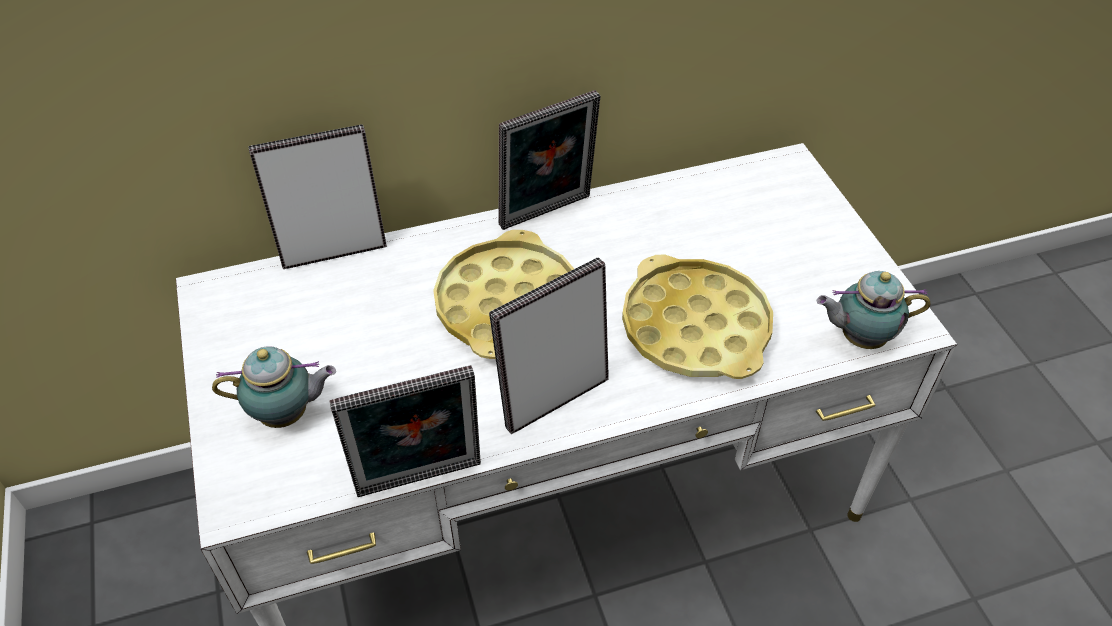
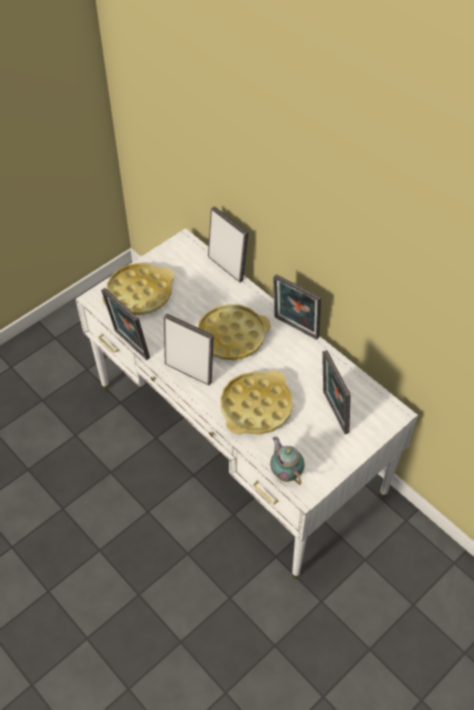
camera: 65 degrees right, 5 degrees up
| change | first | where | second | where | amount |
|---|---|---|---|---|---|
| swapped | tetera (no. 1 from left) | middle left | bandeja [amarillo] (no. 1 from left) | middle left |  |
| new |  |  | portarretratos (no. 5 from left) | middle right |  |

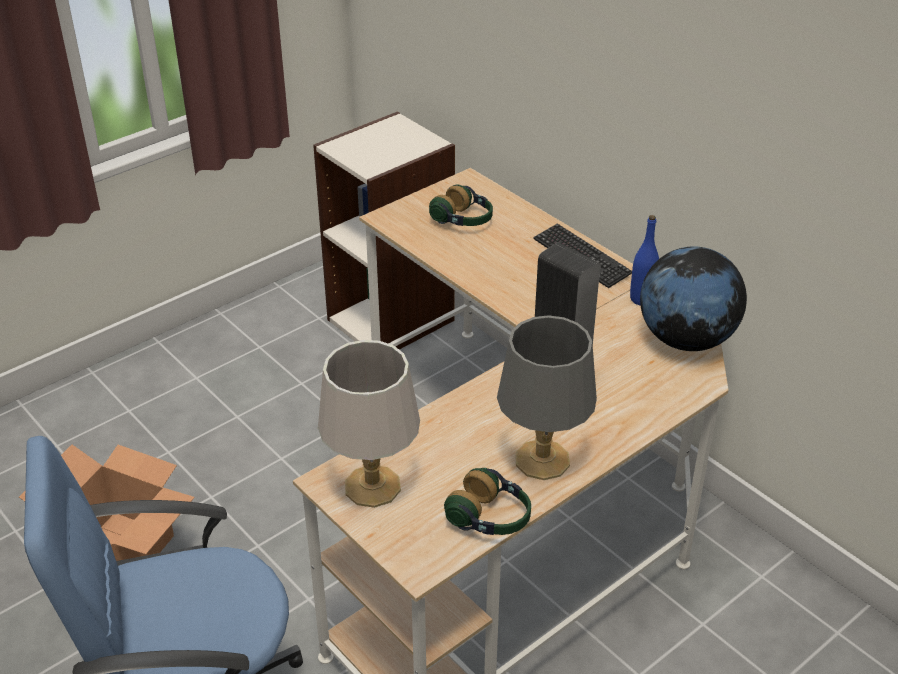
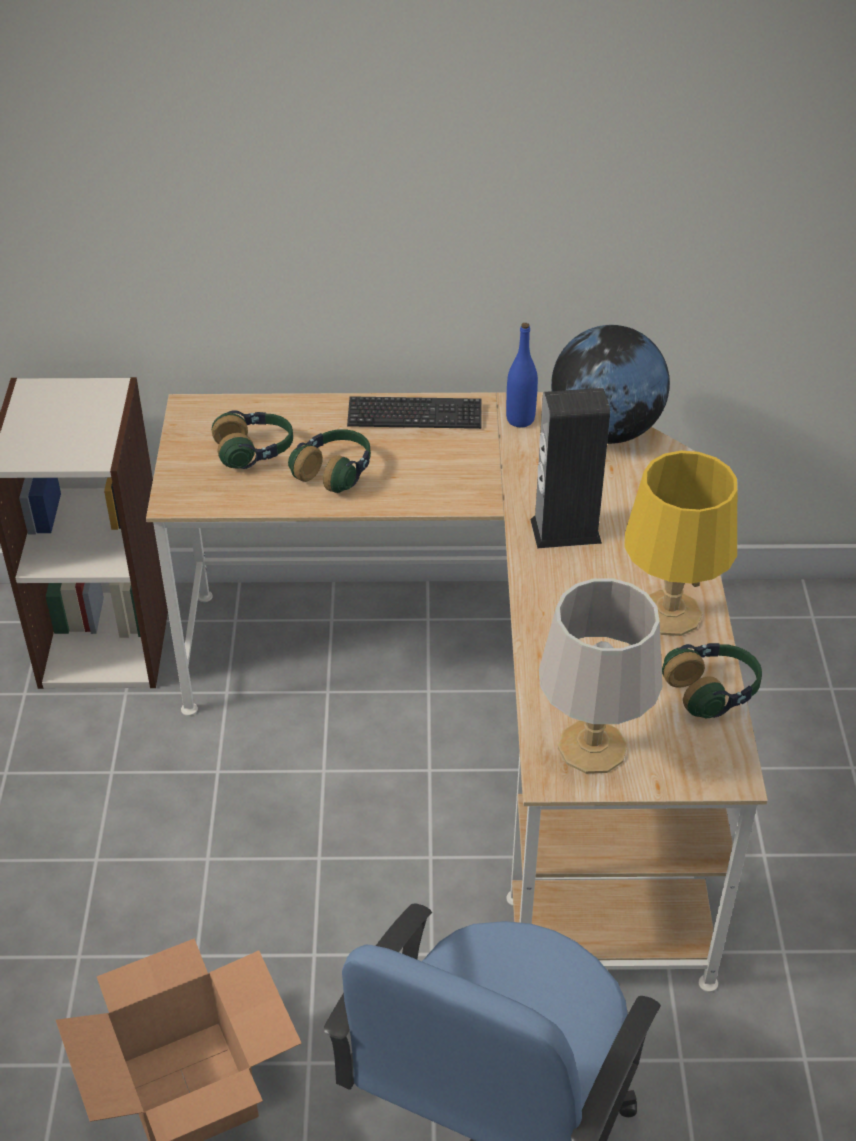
camera: 50 degrees left, 5 degrees up
| change | first | where | second | where | amount |
|---|---|---|---|---|---|
| repainted | lámpara de mesa [gris] (no. 2 from left) | centre | lámpara de mesa [amarillo] | middle right |  |
| new |  |  | auriculares (no. 2 from left) | centre |  |

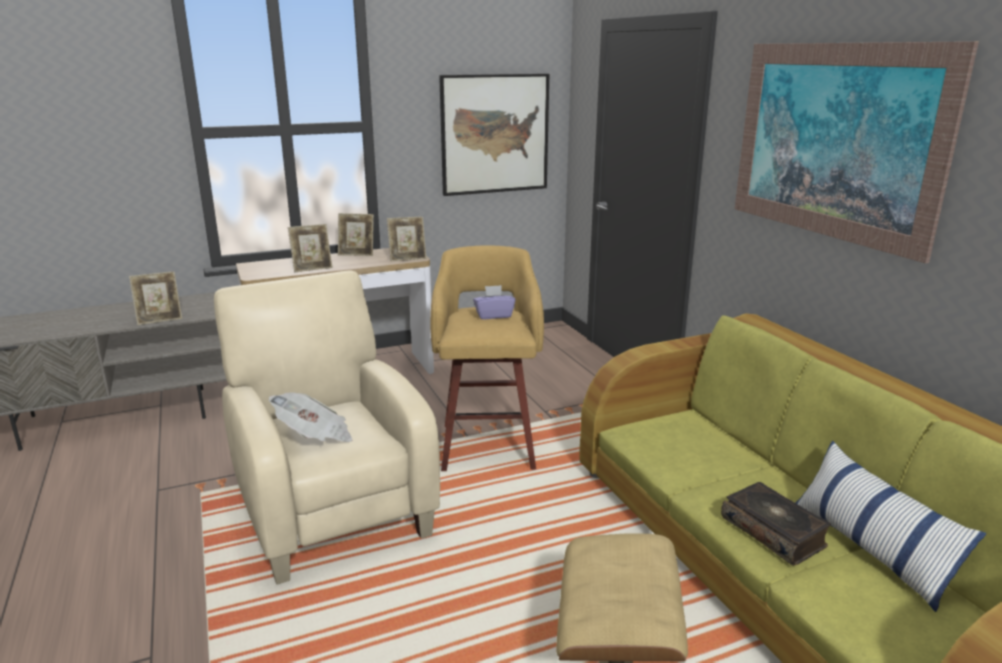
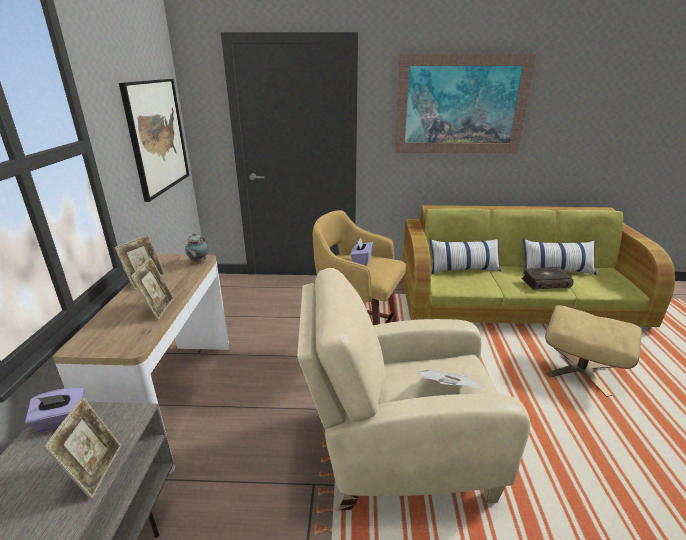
camera: 65 degrees left, 5 degrees up
| change | first | where | second | where | amount |
|---|---|---|---|---|---|
| swapped | portarretratos (no. 4 from left) | centre | tetera | middle left |  |
| new |  |  | caja de pañuelos [morado] (no. 1 from left) | bottom left |  |
| new |  |  | cojín (no. 1 from left) | middle right |  |

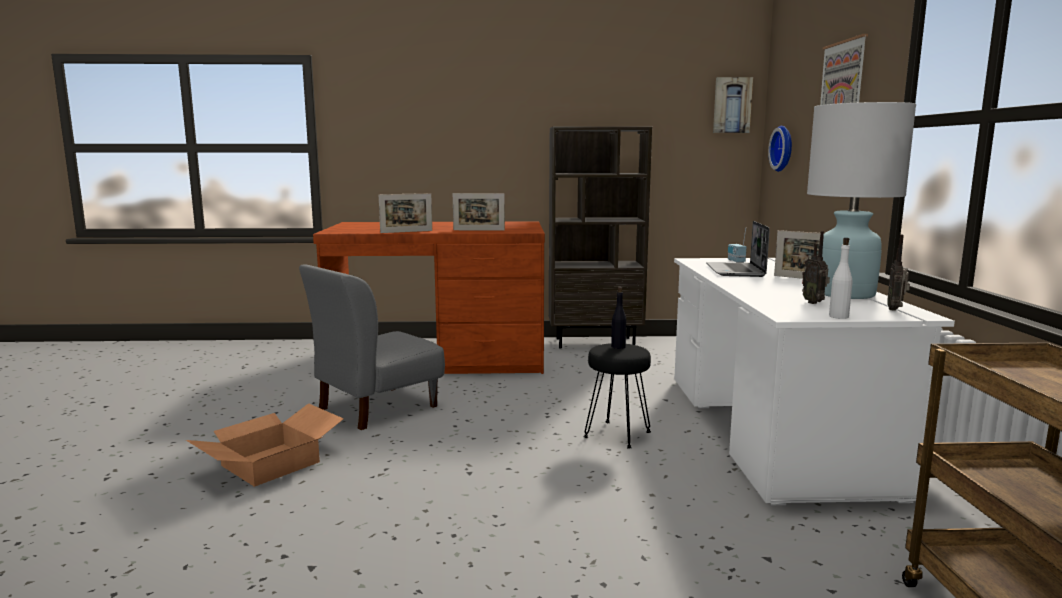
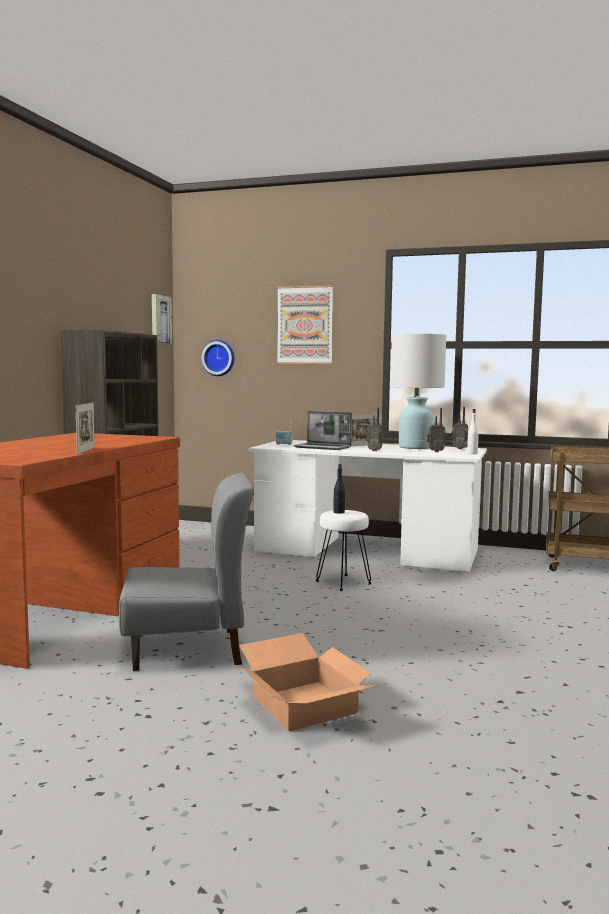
camera: 70 degrees left, 5 degrees down
| change | first | where | second | where | amount |
|---|---|---|---|---|---|
| rotated | silla [gris] | centre |  | middle left | 75 degrees counterclockwise |
| gone | portarretratos (no. 2 from left) | centre |  |  |  |
| repainted | taburete [negro] | centre | taburete [blanco] | centre |  |
| new |  |  | radio (no. 2 from left) | centre |  |

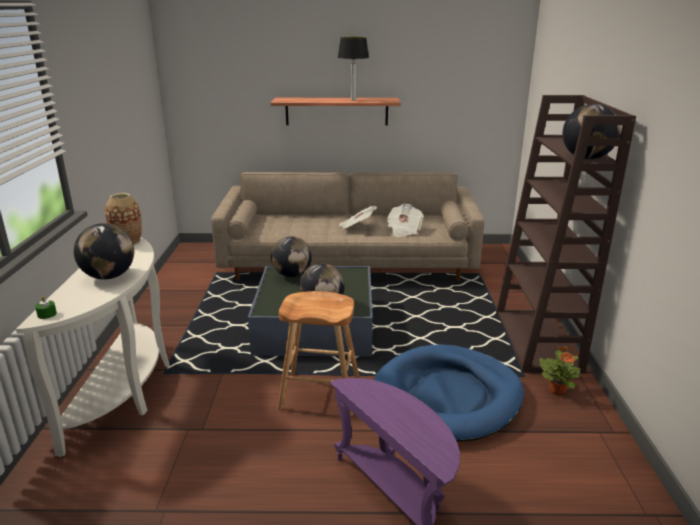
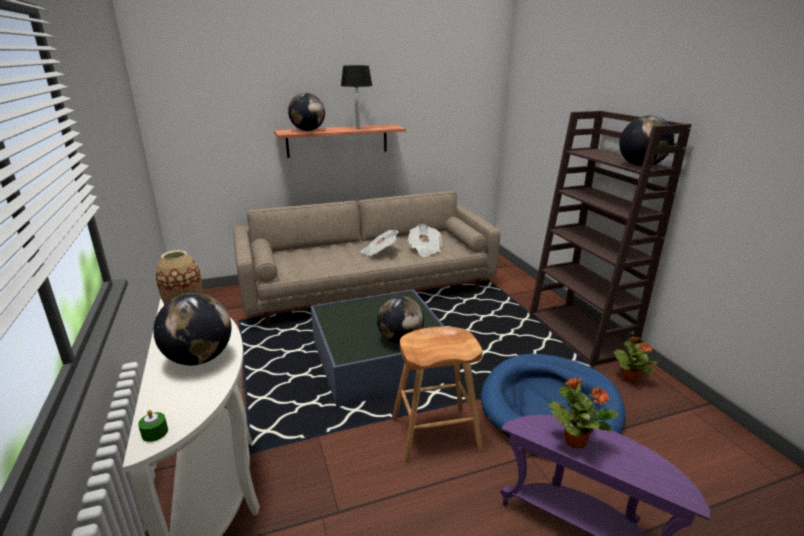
camera: 20 degrees left, 0 degrees up
| change | first | where | second | where | amount |
|---|---|---|---|---|---|
| shifted | globo terráqueo (no. 2 from left) | centre |  | top centre |  |
| new |  |  | planta en maceta (no. 1 from left) | bottom right |  |

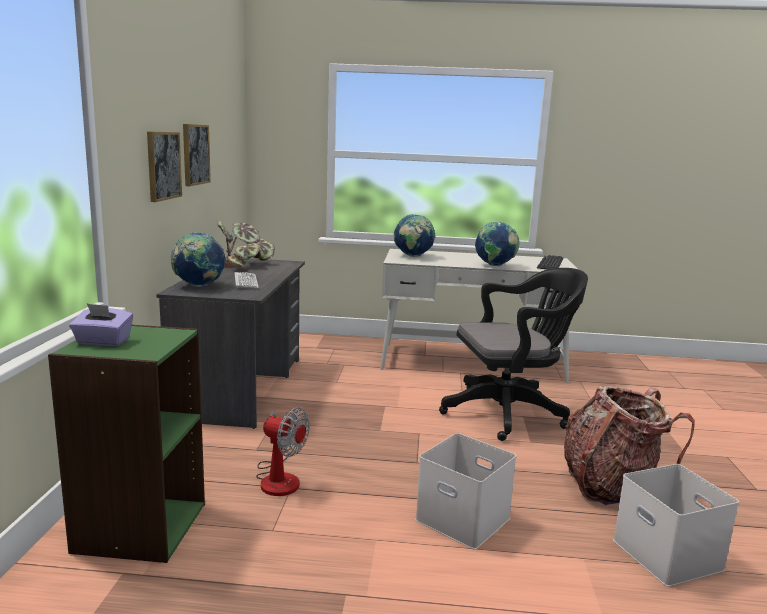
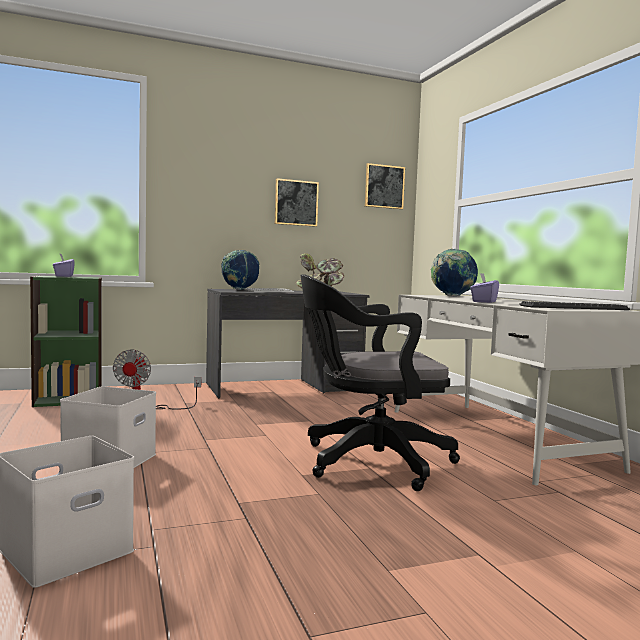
camera: 65 degrees right, 10 degrees down
| change | first | where | second | where | amount |
|---|---|---|---|---|---|
| shifted | cuadro (no. 1 from left in the first image) | top left | cuadro (no. 2 from left) | top centre |  |
| rotated | silla de oficina [negro] | middle right |  | centre | 120 degrees clockwise |
| swapped | globo terráqueo (no. 3 from left) | centre | caja de pañuelos [morado] (no. 2 from left) | middle right |  |
| gone | mochila | bottom right |  |  |  |

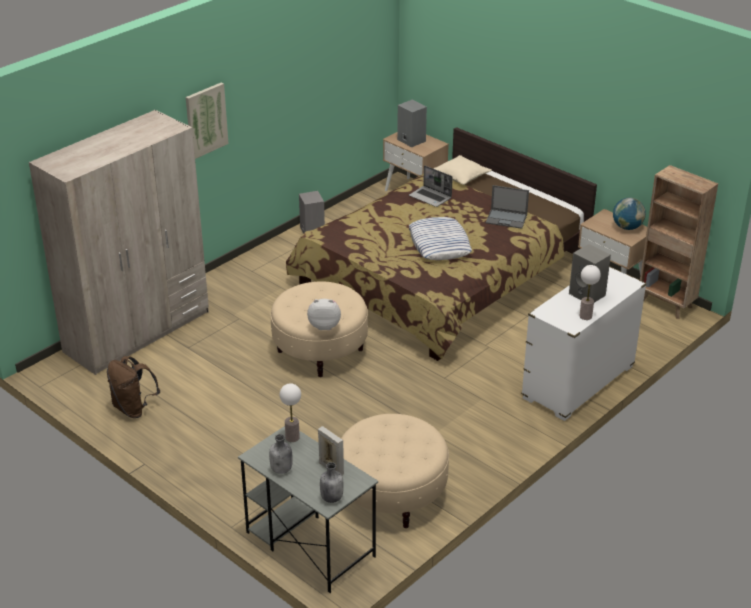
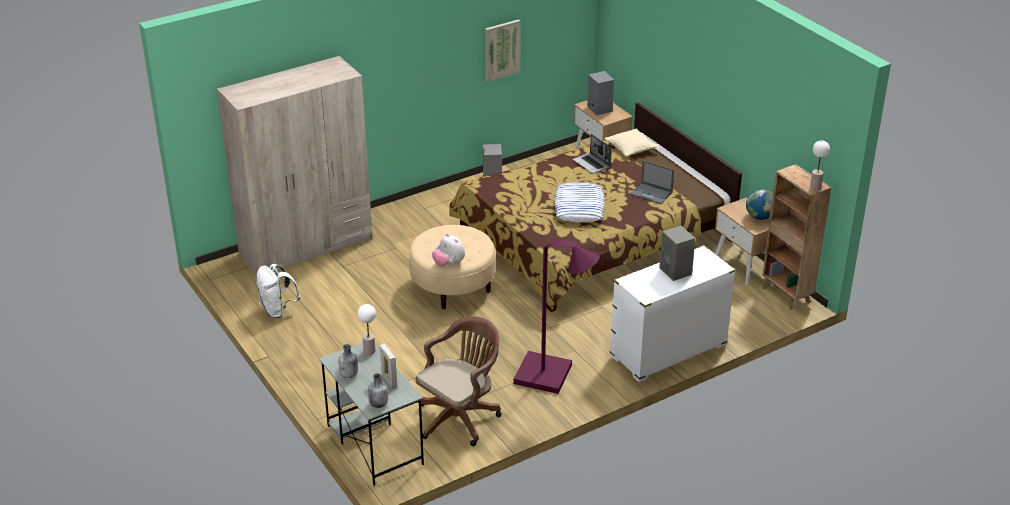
camera: 15 degrees right, 0 degrees up
| change | first | where | second | where | amount |
|---|---|---|---|---|---|
| repainted | mochila [marrón] | middle left | mochila [blanco] | middle left |  |
| shifted | cuadro | top left |  | top centre |  |
| rotated | peluche | centre |  | centre | 150 degrees counterclockwise |
| swapped | puf [beis] (no. 2 from left) | bottom centre | silla de oficina [marrón] | bottom centre |  |
| shifted | lámpara de mesa (no. 2 from left) | middle right |  | top right |  |
| new |  |  | lámpara de pie [morado] | centre |  |

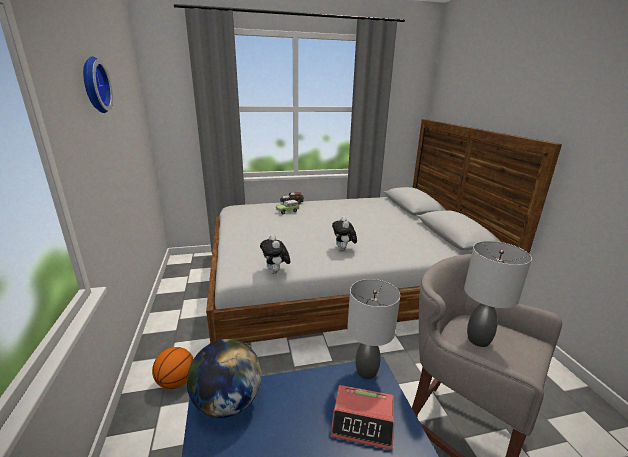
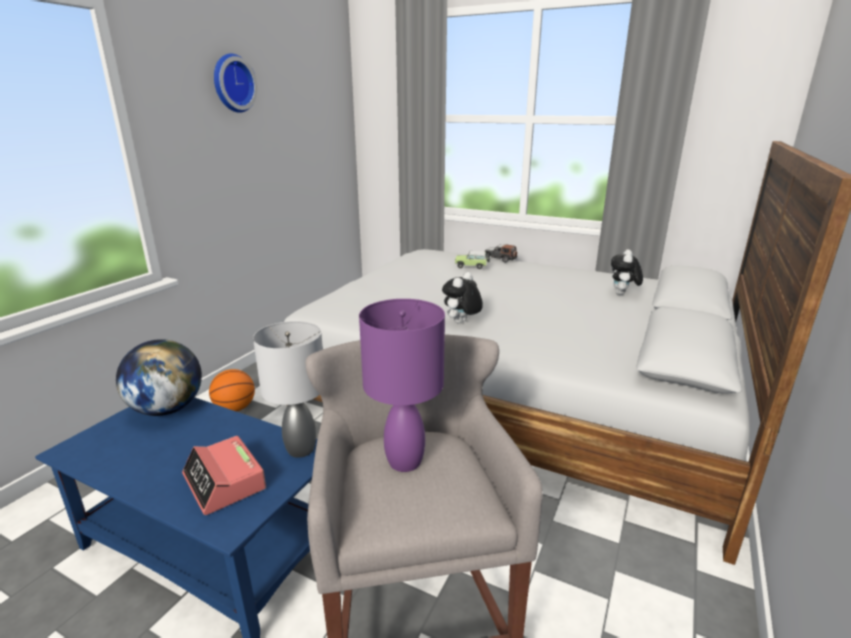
camera: 40 degrees right, 0 degrees up
| change | first | where | second | where | amount |
|---|---|---|---|---|---|
| shifted | peluche (no. 1 from left in the first image) | centre | peluche (no. 2 from left) | middle right |  |
| repainted | lámpara de mesa [gris] (no. 2 from left) | middle right | lámpara de mesa [morado] | centre |  |

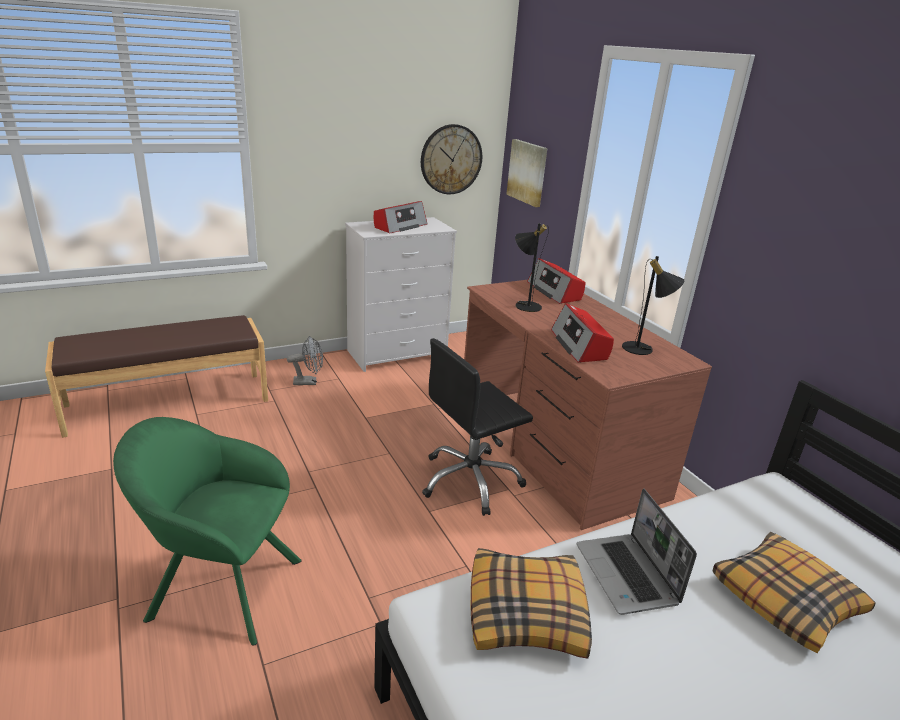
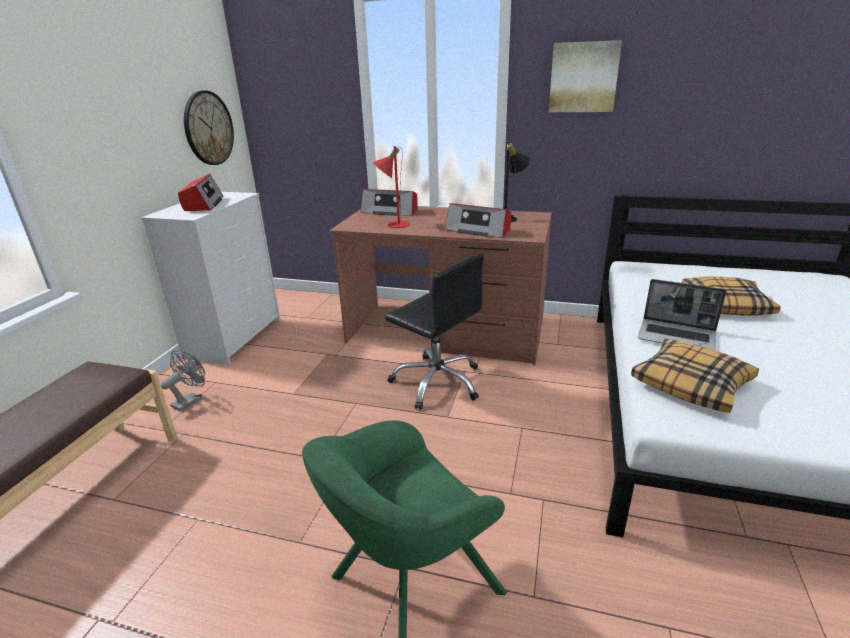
camera: 45 degrees left, 0 degrees up
| change | first | where | second | where | amount |
|---|---|---|---|---|---|
| rotated | silla de oficina [negro] | centre |  | centre | 60 degrees counterclockwise |
| shifted | cuadro | top centre |  | top right |  |
| repainted | lámpara de mesa [negro] (no. 1 from left) | centre | lámpara de mesa [rojo] | top centre |  |

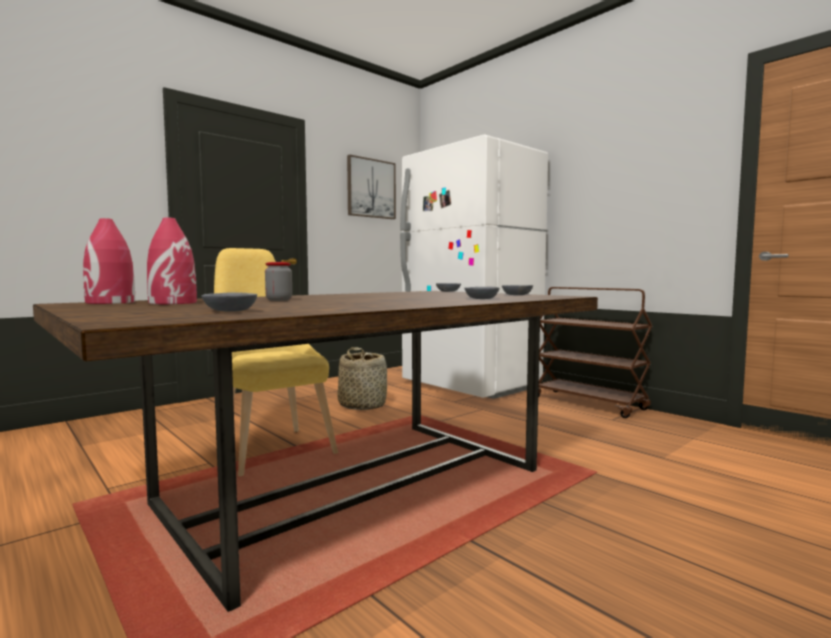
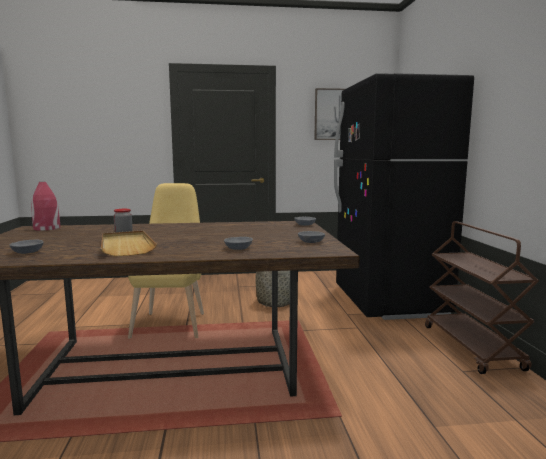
camera: 35 degrees right, 5 degrees up
| change | first | where | second | where | amount |
|---|---|---|---|---|---|
| gone | florero [rojo] (no. 2 from left) | middle left |  |  |  |
| repainted | nevera [blanco] | centre | nevera [negro] | middle right |  |
| new |  |  | bandeja [beis] | middle left |  |

